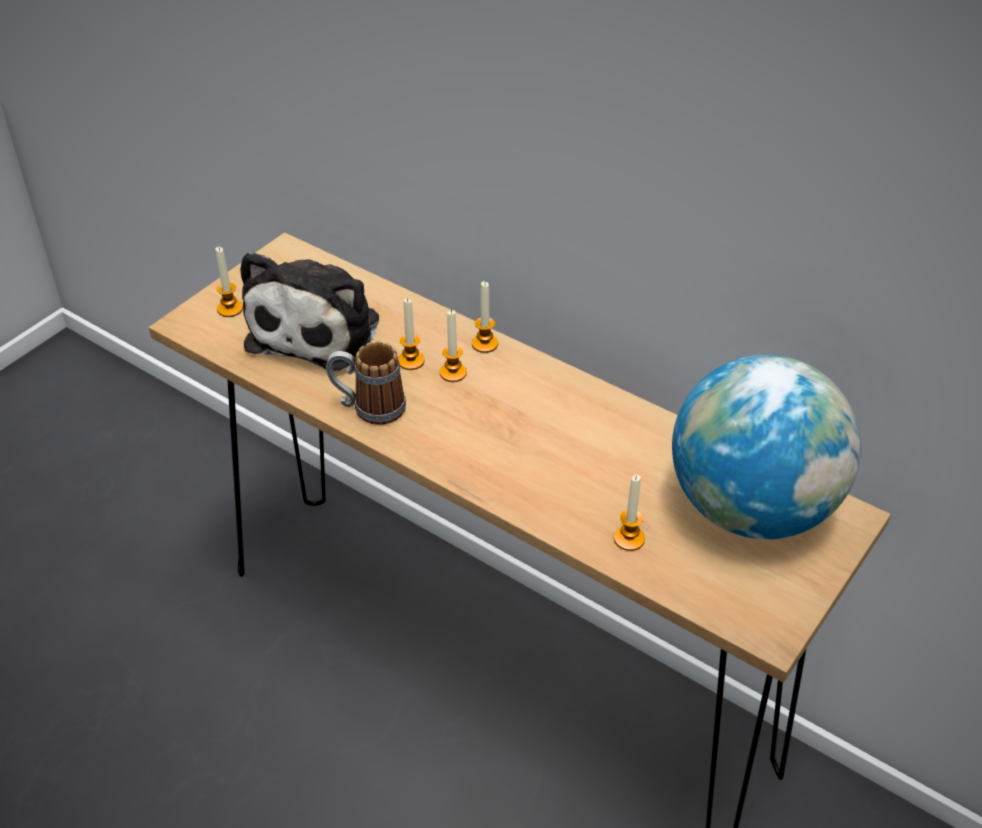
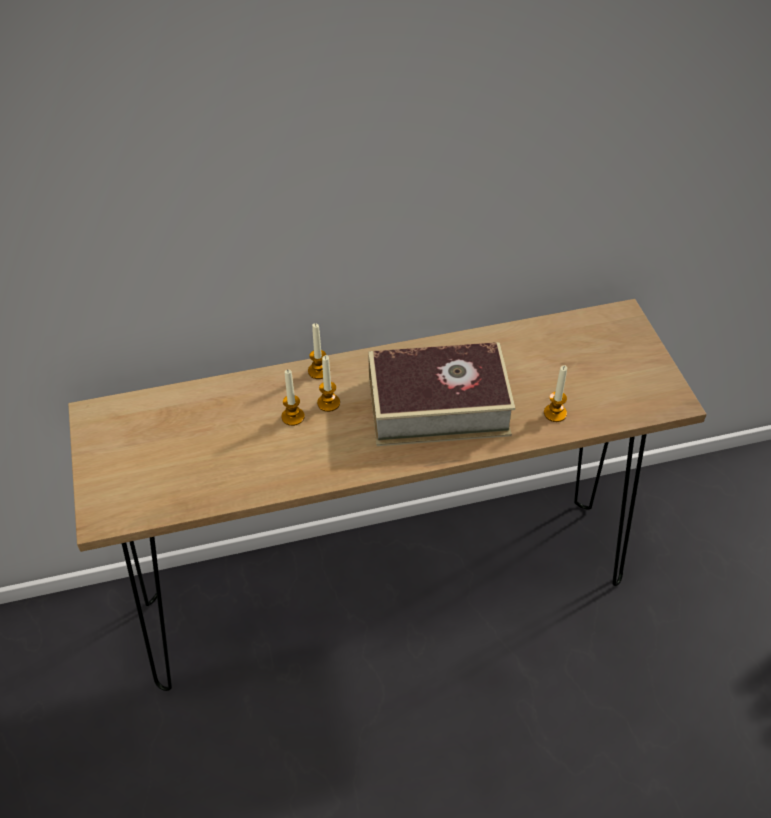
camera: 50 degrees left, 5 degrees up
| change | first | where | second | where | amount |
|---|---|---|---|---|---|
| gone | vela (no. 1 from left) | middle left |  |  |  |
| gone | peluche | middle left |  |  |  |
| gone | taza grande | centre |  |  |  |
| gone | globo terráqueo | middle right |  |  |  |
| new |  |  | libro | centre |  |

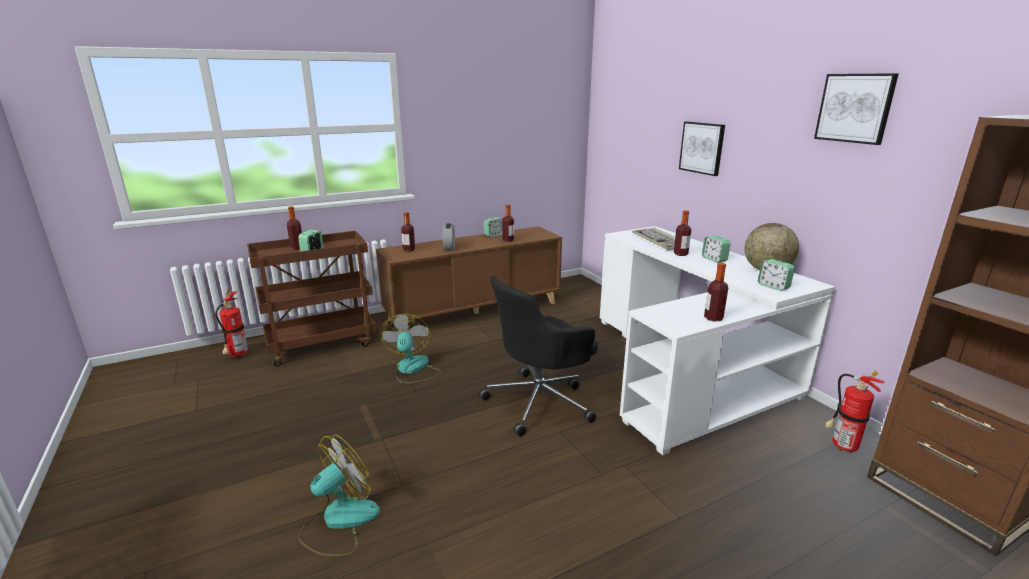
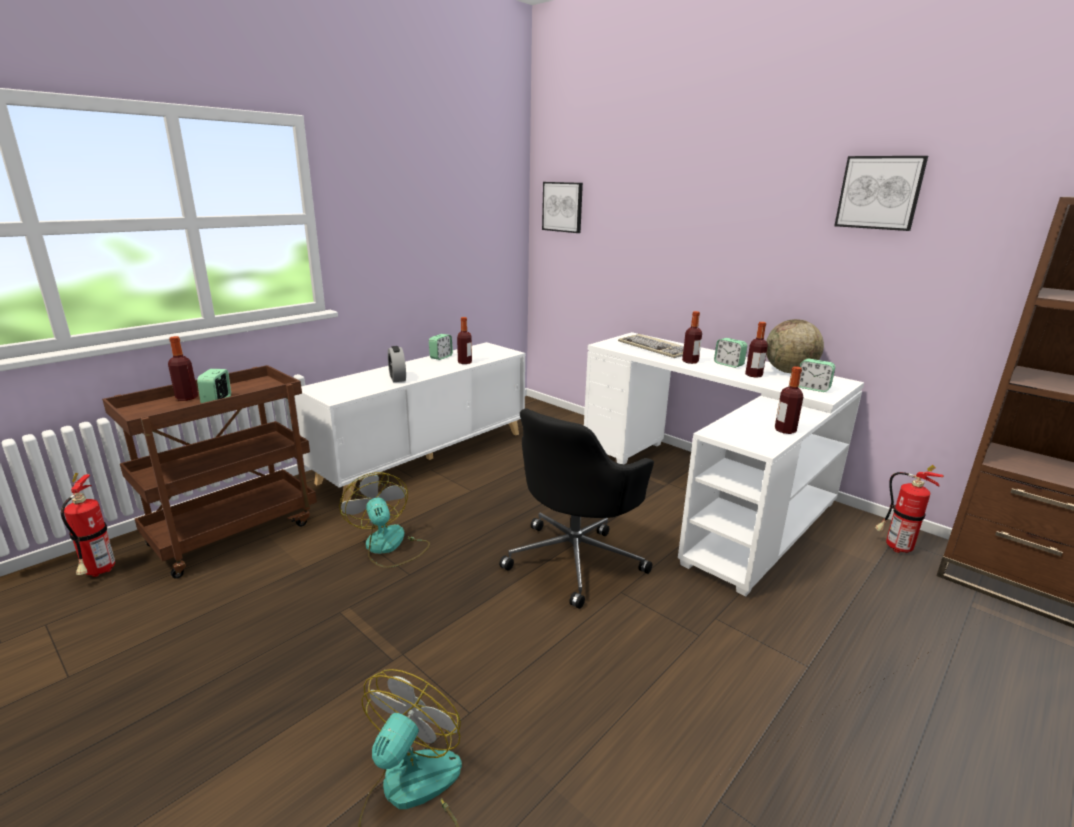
camera: 20 degrees left, 0 degrees up
| change | first | where | second | where | amount |
|---|---|---|---|---|---|
| repainted | armario [marrón] | centre | armario [blanco] | centre |  |
| shifted | botella (no. 2 from left in the first image) | centre | botella (no. 4 from left) | middle right |  |
| shifted | cuadro (no. 1 from left) | top right |  | top centre |  |

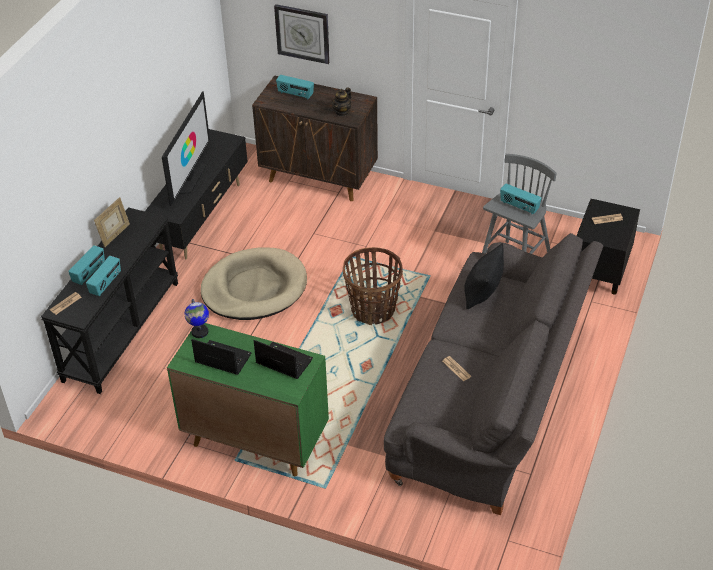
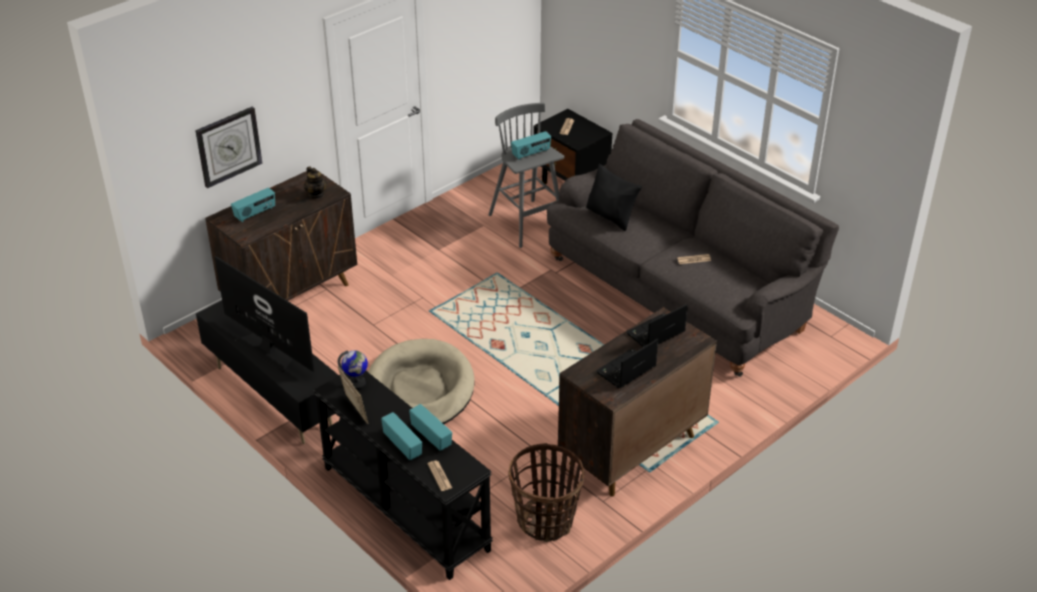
camera: 65 degrees left, 5 degrees down
| change | first | where | second | where | amount |
|---|---|---|---|---|---|
| repainted | armario [verde] | bottom centre | armario [marrón] (no. 2 from left) | bottom centre |  |
| shifted | globo terráqueo | middle left |  | centre |  |
| shifted | cesta | centre |  | bottom centre |  |

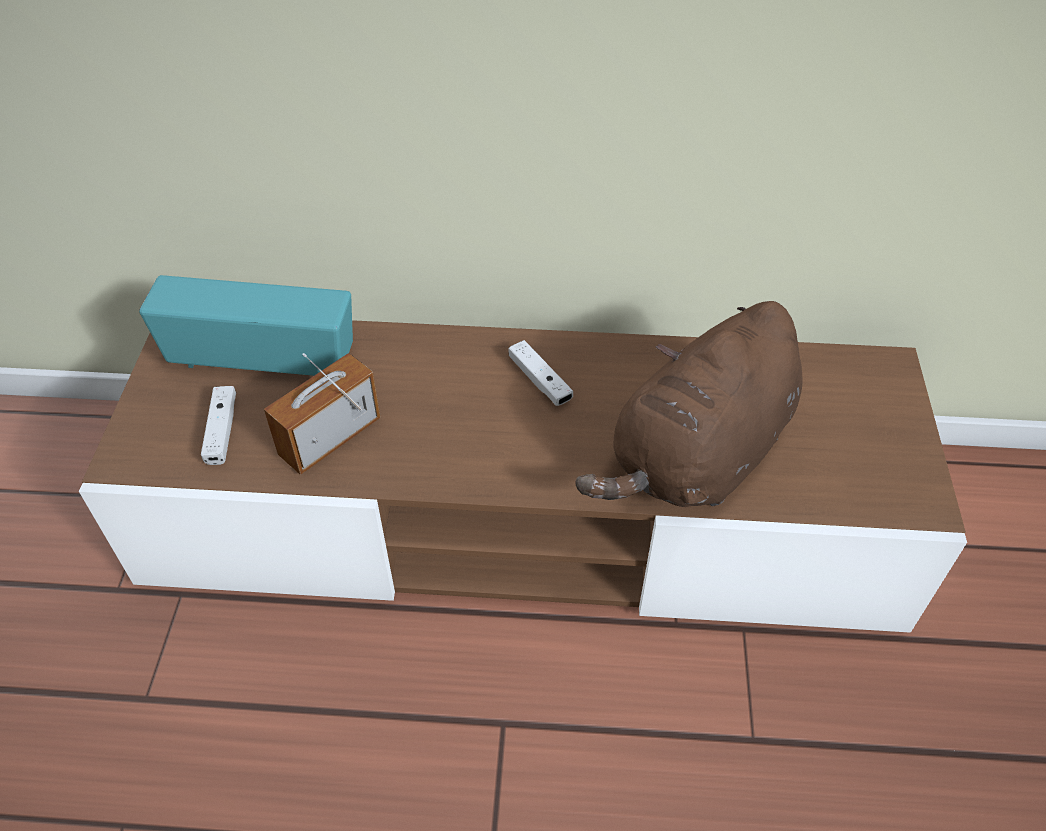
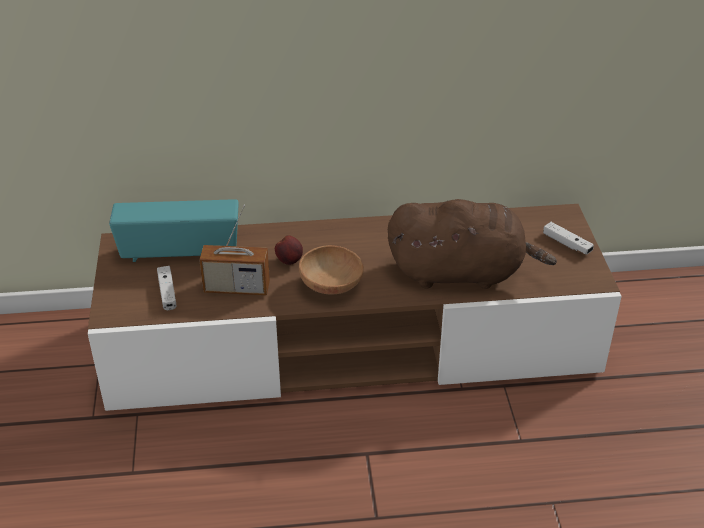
camera: 10 degrees left, 10 degrees down
| change | first | where | second | where | amount |
|---|---|---|---|---|---|
| rotated | radio (no. 2 from left) | middle left |  | middle left | 120 degrees counterclockwise |
| shifted | mando de consola [blanco] (no. 2 from left) | centre |  | middle right |  |
| rotated | peluche [marrón] | centre |  | middle right | 120 degrees counterclockwise |
| new |  |  | manzana | centre |  |
| new |  |  | cuenco [marrón] | centre |  |

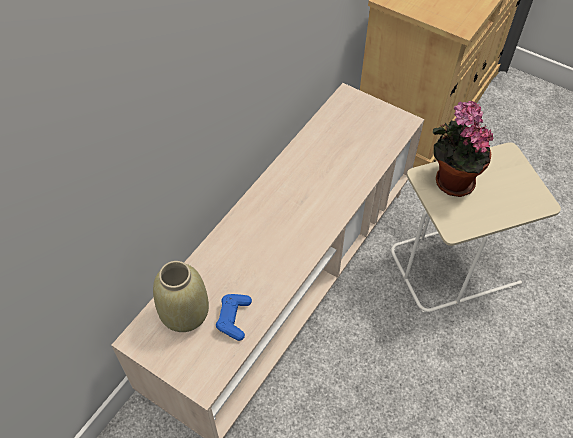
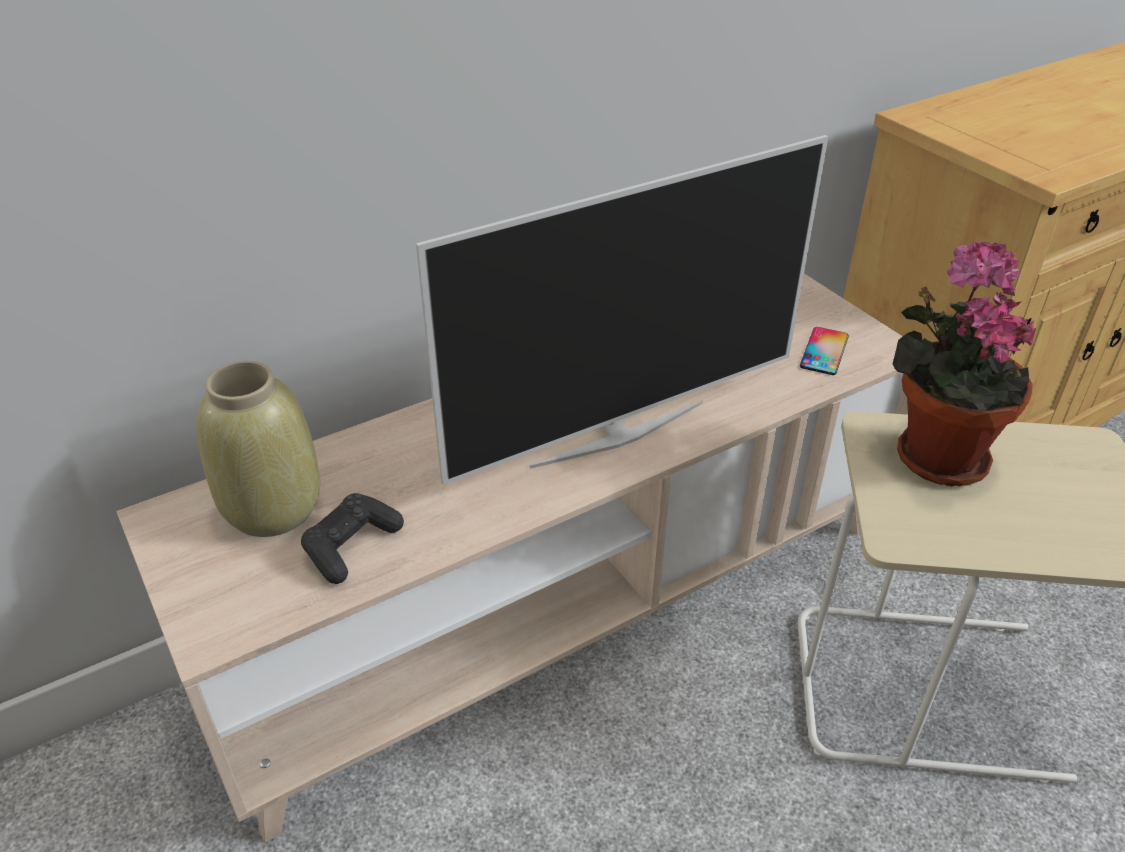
camera: 25 degrees right, 15 degrees down
| change | first | where | second | where | amount |
|---|---|---|---|---|---|
| repainted | mando de consola [azul] | bottom centre | mando de consola [negro] | middle left |  |
| new |  |  | televisor | centre |  |
| new |  |  | móvil | middle right |  |

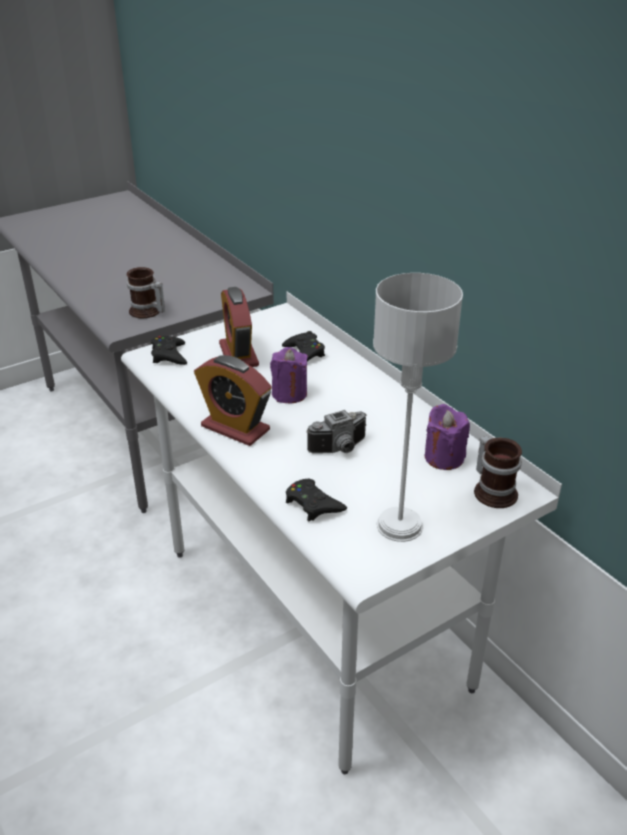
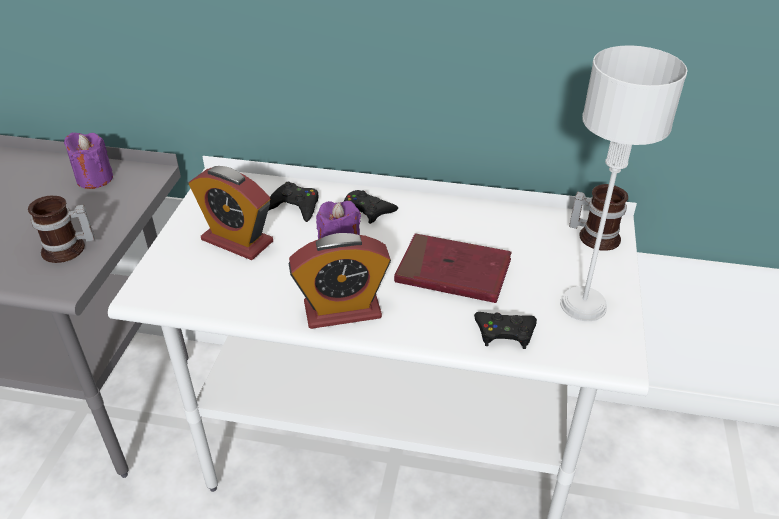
camera: 45 degrees left, 5 degrees up
| change | first | where | second | where | amount |
|---|---|---|---|---|---|
| shifted | mando de consola [negro] (no. 1 from left in the first image) | middle left | mando de consola [negro] (no. 2 from left) | centre |  |
| swapped | cámara | centre | libro [rojo] | centre |  |
| shifted | vela [morado] (no. 2 from left in the first image) | middle right | vela [morado] (no. 1 from left) | top left |  |

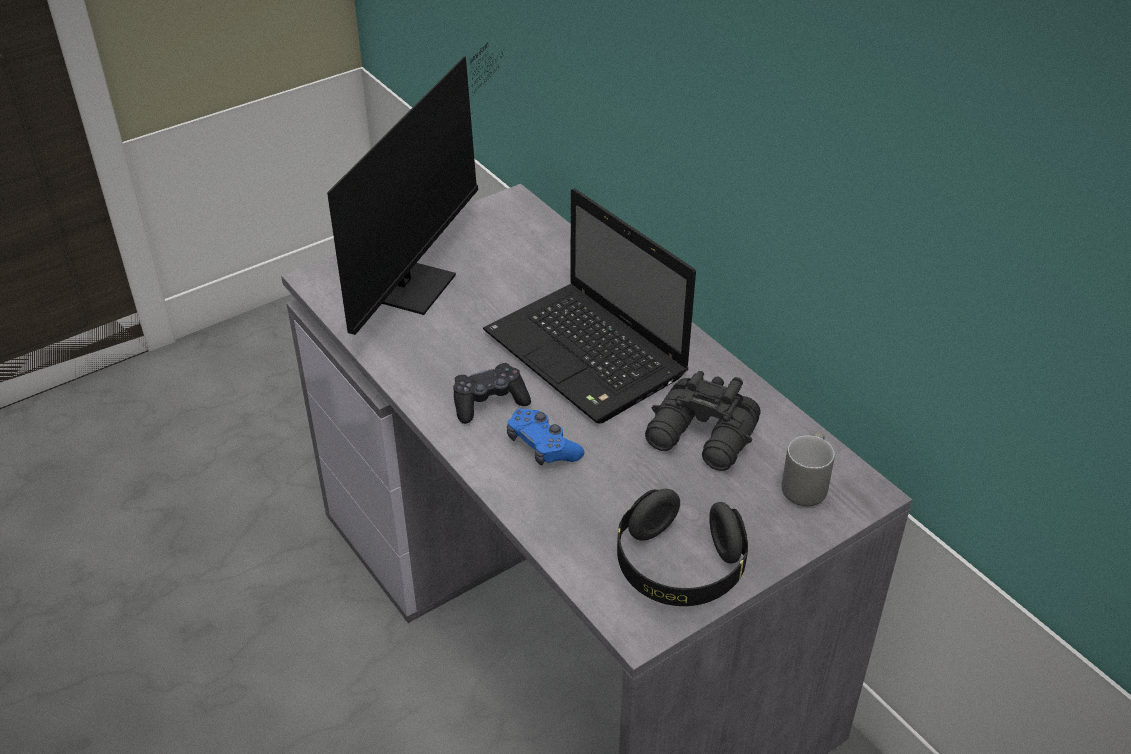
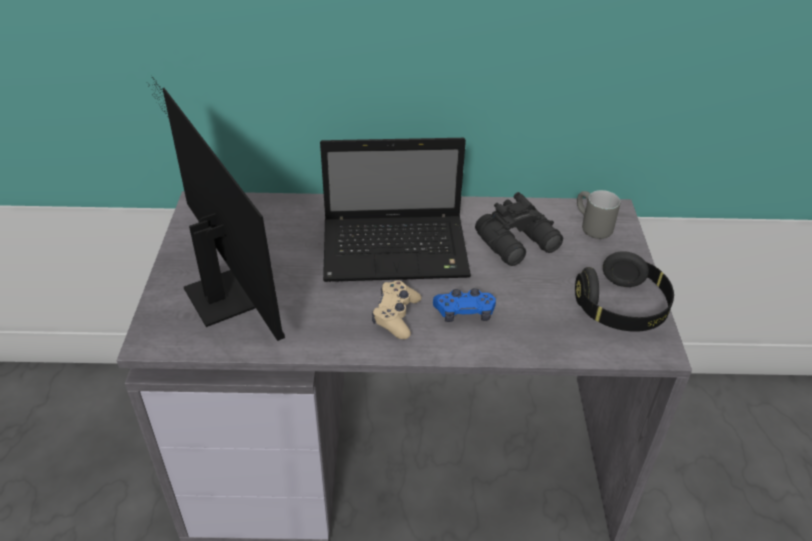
camera: 55 degrees left, 0 degrees up
| change | first | where | second | where | amount |
|---|---|---|---|---|---|
| repainted | mando de consola [negro] | centre | mando de consola [beis] | centre |  |

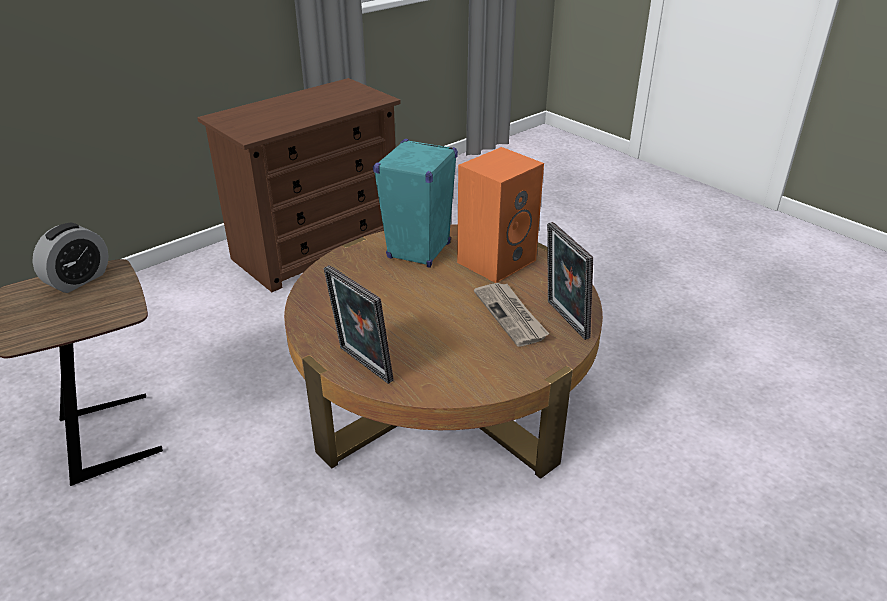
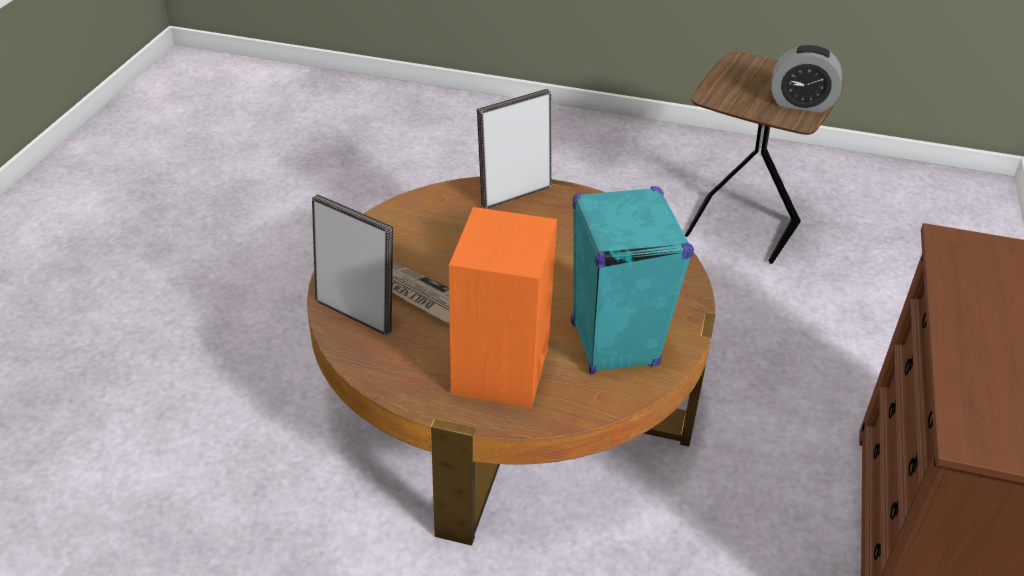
camera: 145 degrees right, 5 degrees up
| change | first | where | second | where | amount |
|---|---|---|---|---|---|
| rotated | despertador | middle left |  | top right | 75 degrees counterclockwise |
| rotated | portarretratos (no. 1 from left in the first image) | centre | portarretratos (no. 2 from left) | top centre | 45 degrees counterclockwise |

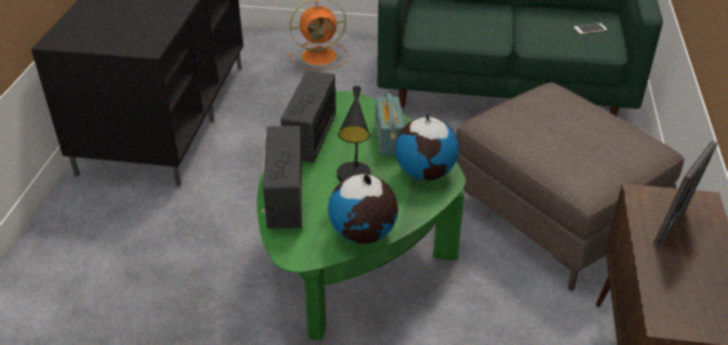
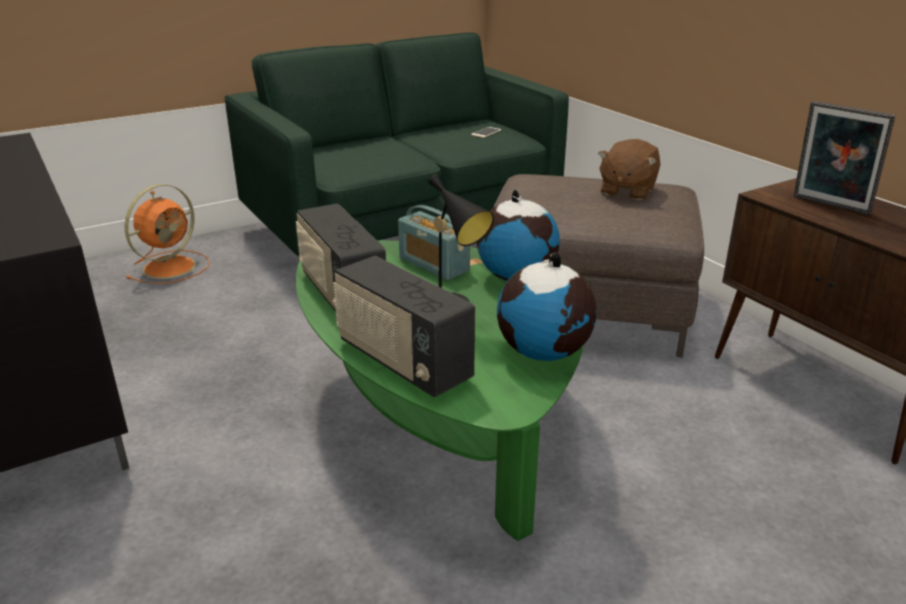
camera: 40 degrees left, 10 degrees down
| change | first | where | second | where | amount |
|---|---|---|---|---|---|
| rotated | portarretratos | middle right |  | top right | 135 degrees clockwise |
| new |  |  | peluche [marrón] | top right |  |

